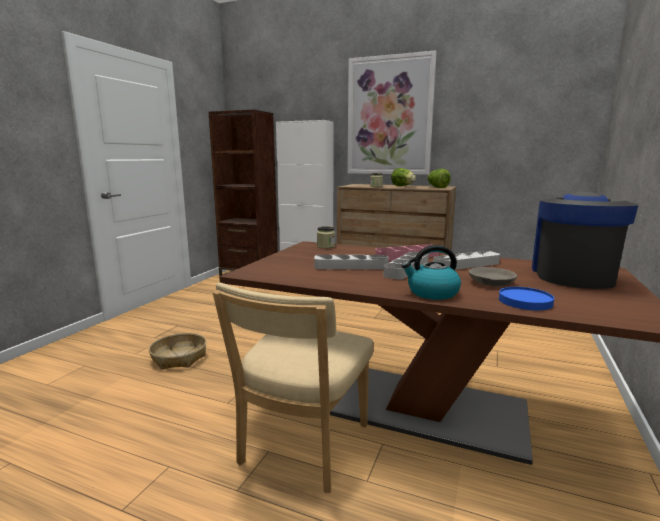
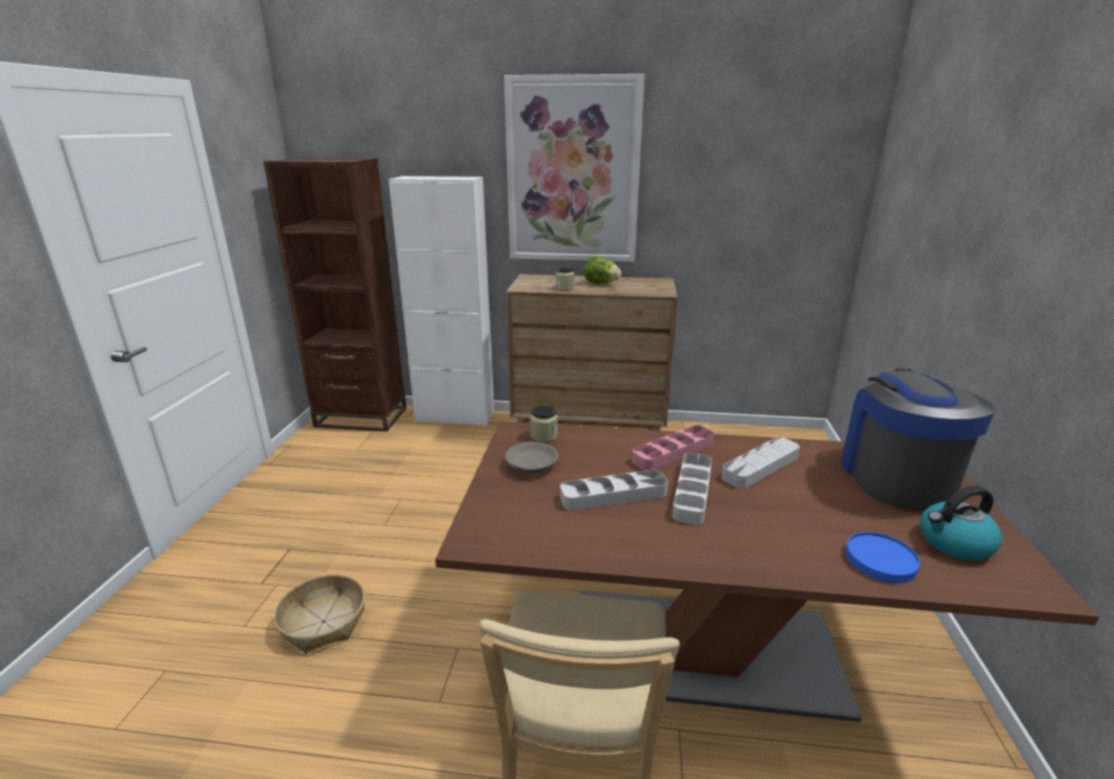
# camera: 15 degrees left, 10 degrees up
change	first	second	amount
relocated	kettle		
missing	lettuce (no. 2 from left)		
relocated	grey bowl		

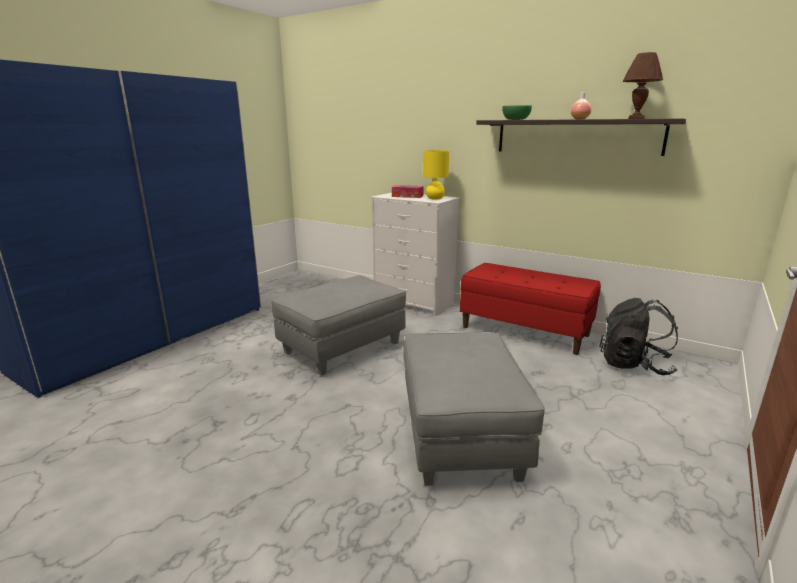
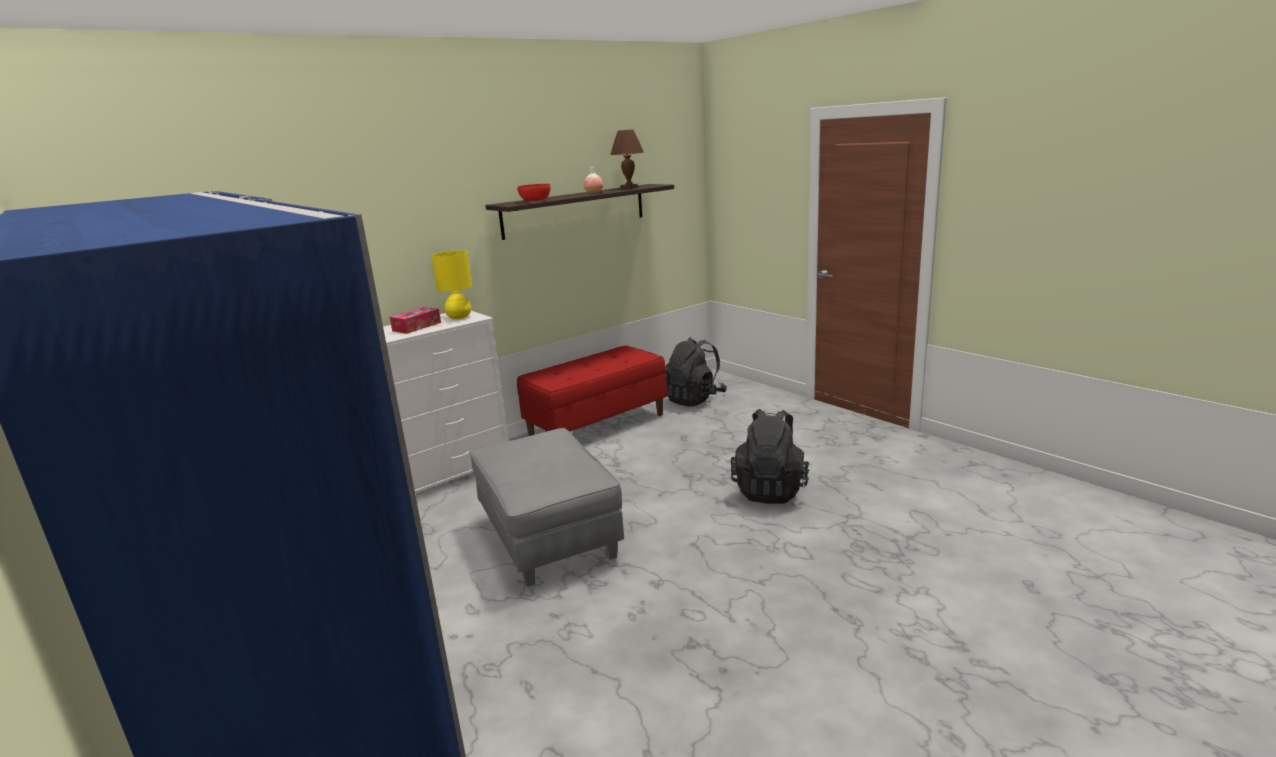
# camera: 70 degrees left, 0 degrees up
change	first	second	amount
exchanged	grey ottoman (no. 2 from left)	black backpack (no. 2 from left)	
colour	green bowl	red bowl	

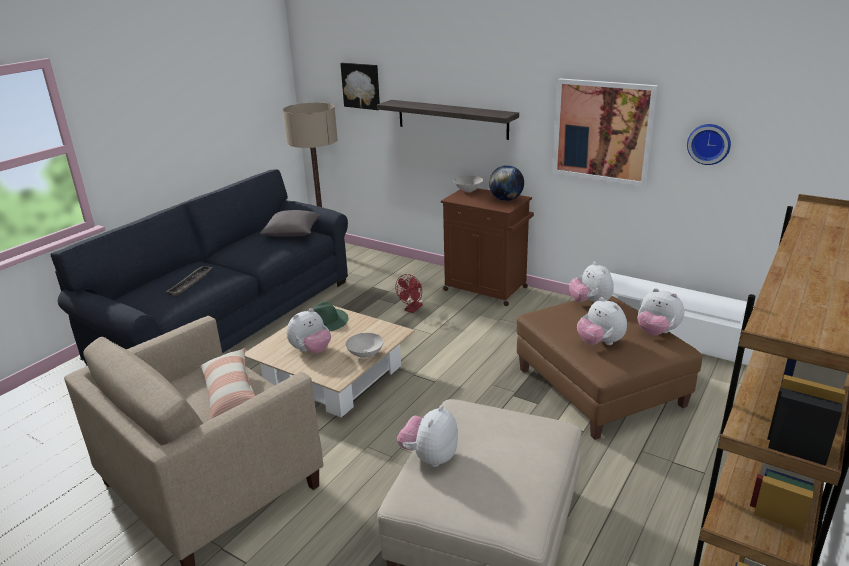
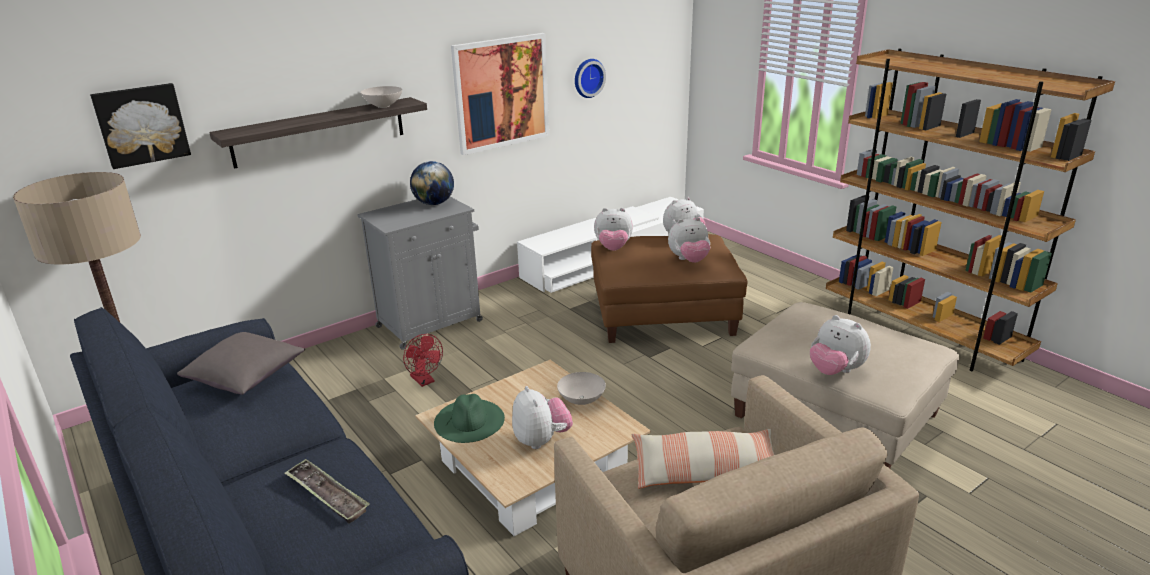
# camera: 70 degrees left, 0 degrees up
change	first	second	amount
colour	brown cabinet	grey cabinet	
relocated	white bowl (no. 2 from left in the first image)	white bowl (no. 1 from left)	

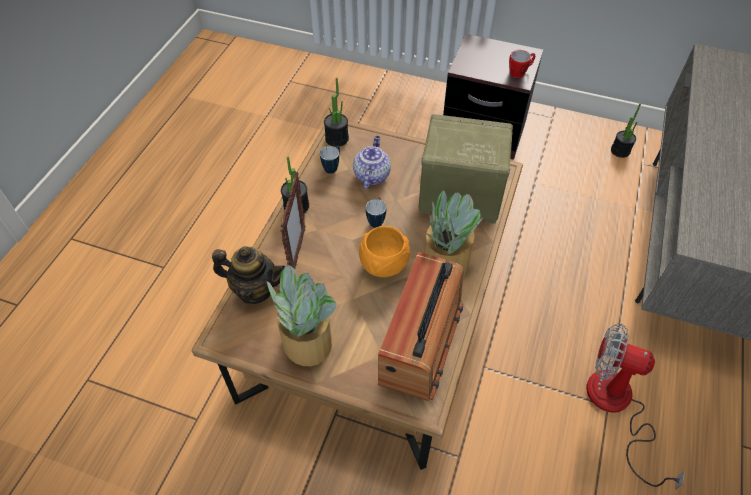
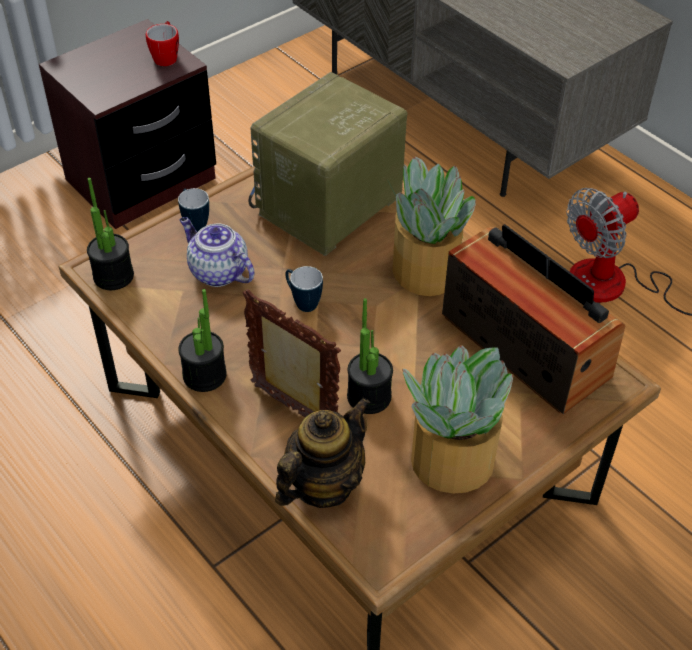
# camera: 60 degrees left, 5 degrees down
change	first	second	amount
relocated	mug (no. 1 from left in the first image)	mug (no. 2 from left)	
missing	orange bowl		
relocated	potted plant (no. 5 from left in the first image)	potted plant (no. 3 from left)	

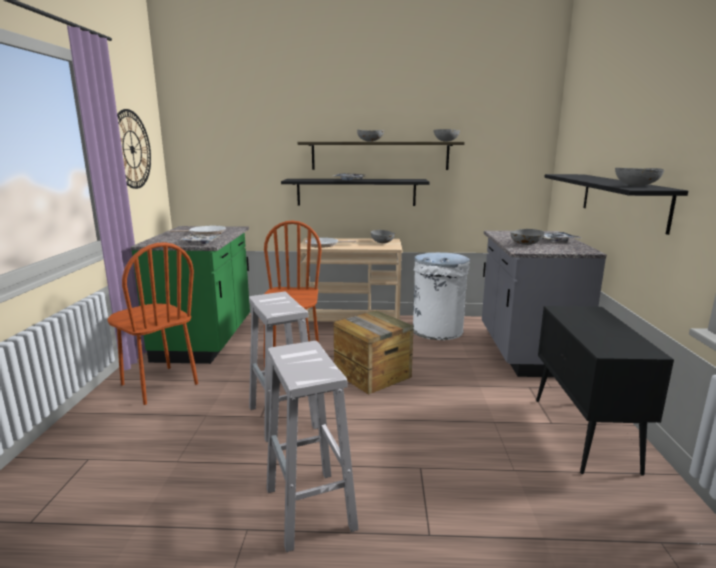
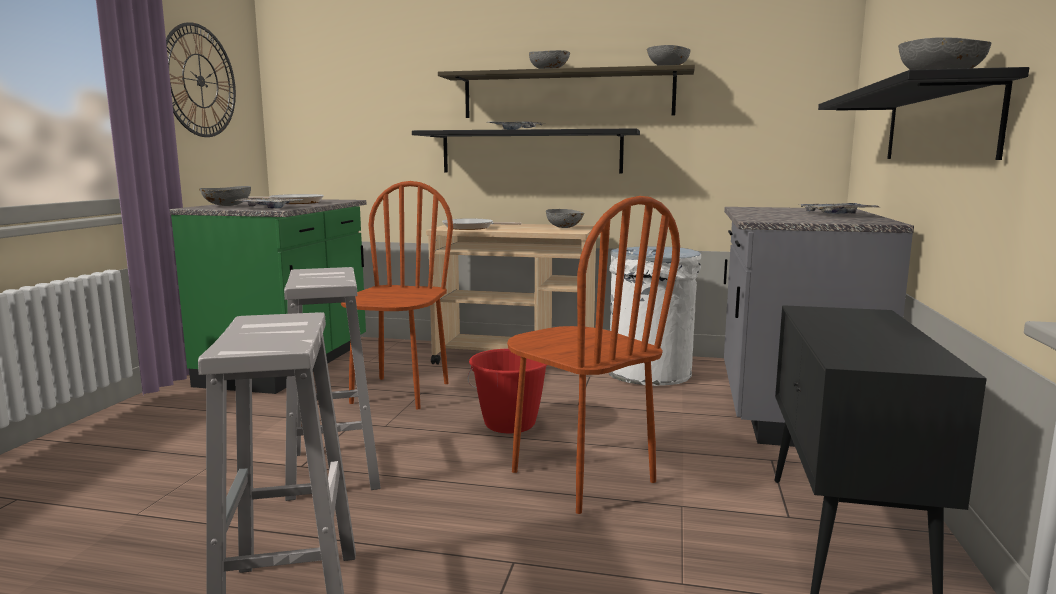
# camera: 10 degrees right, 5 degrees down
change	first	second	amount
relocated	brown chair (no. 1 from left in the first image)	brown chair (no. 2 from left)	
exchanged	crate	red bucket	
relocated	grey bowl (no. 4 from left in the first image)	grey bowl (no. 1 from left)	

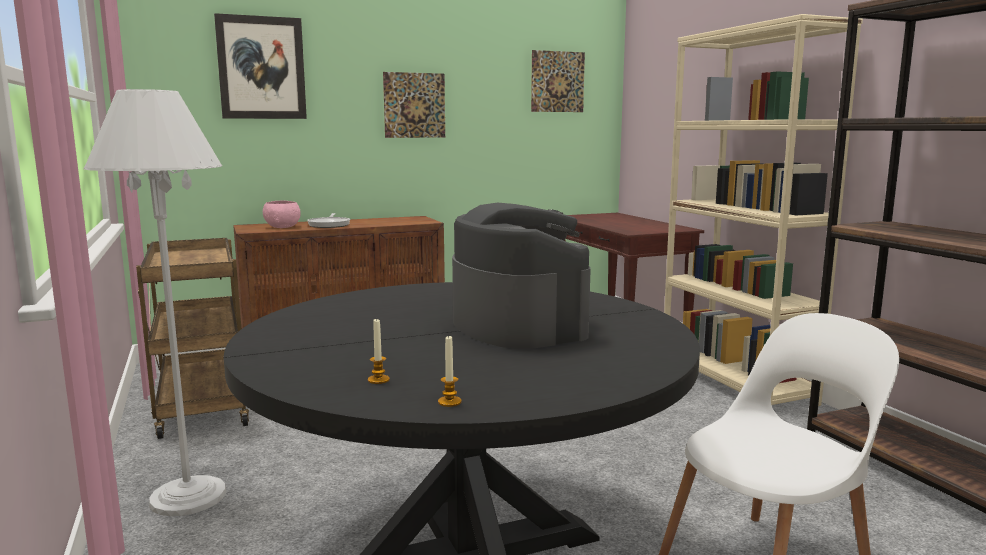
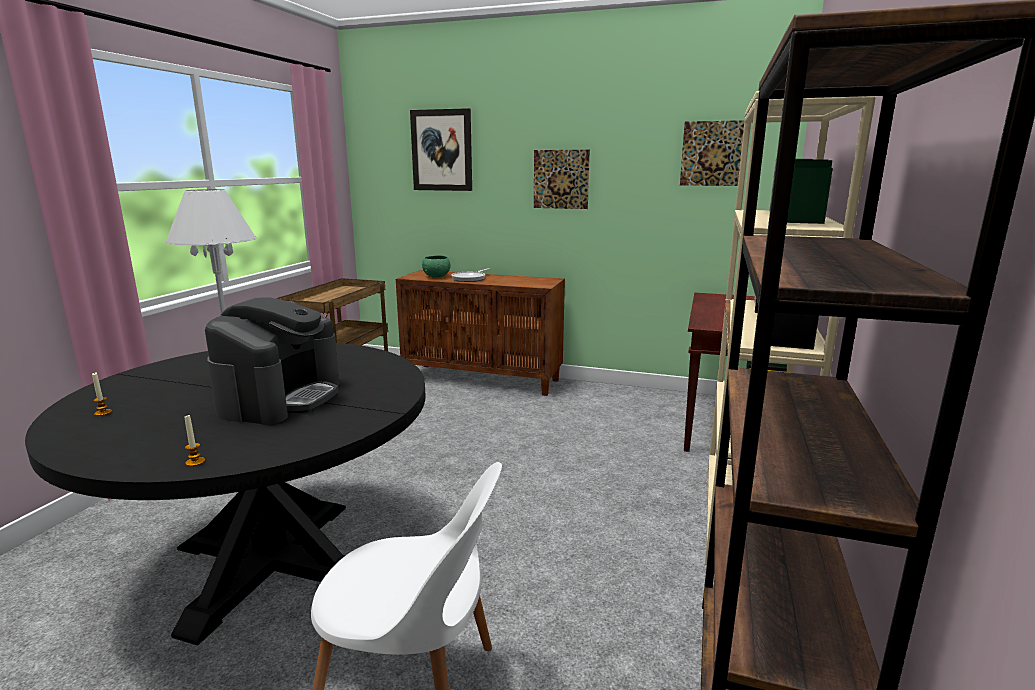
# camera: 40 degrees right, 5 degrees up
change	first	second	amount
colour	pink bowl	green bowl	
relocated	candle (no. 2 from left)		

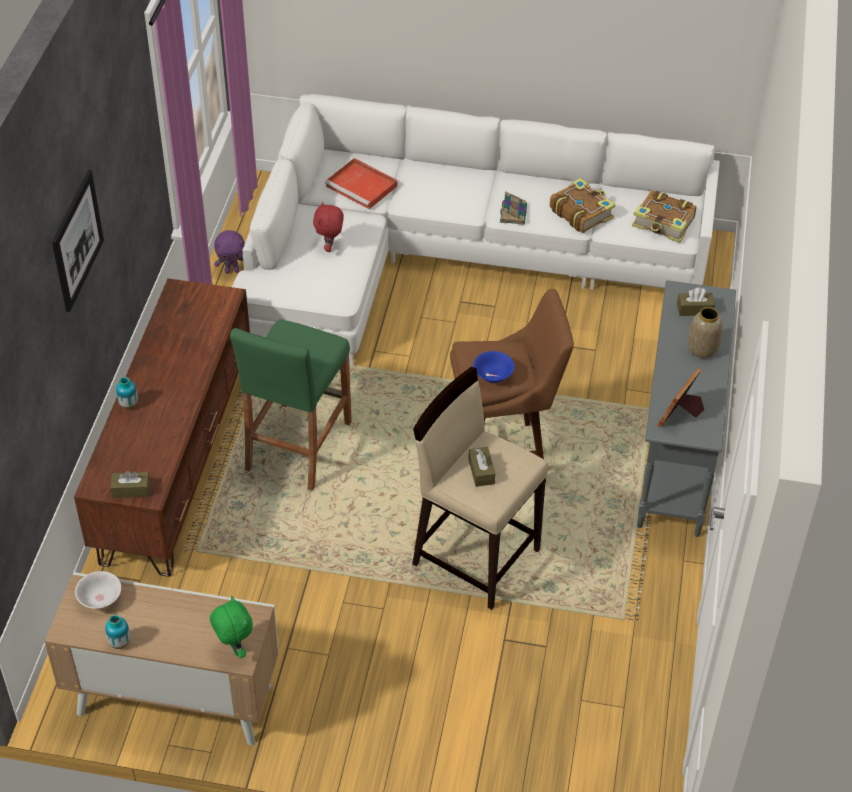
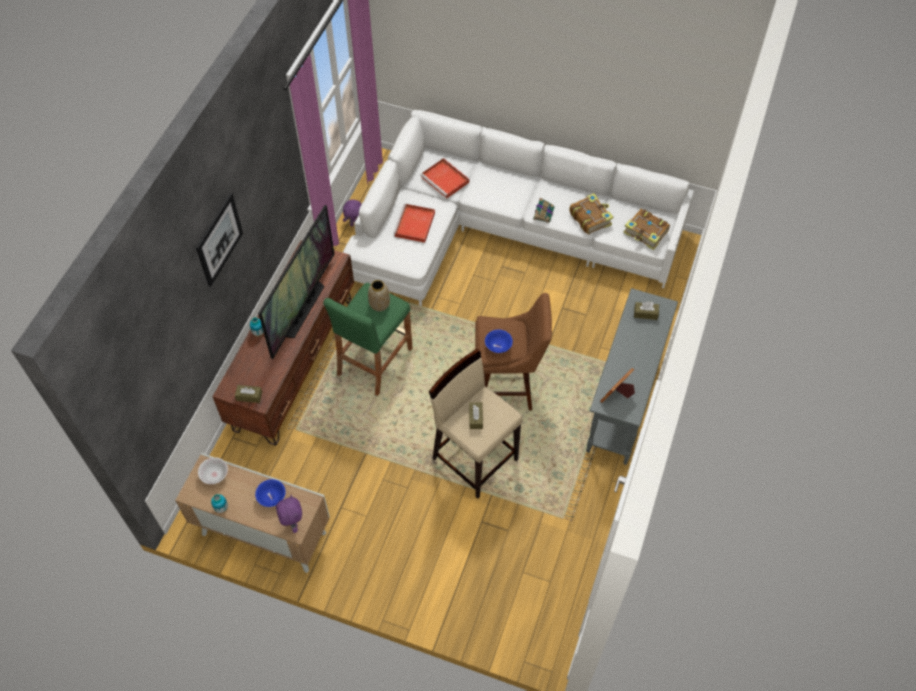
# camera: 10 degrees right, 10 degrees up
change	first	second	amount
colour	green plush toy	purple plush toy (no. 1 from left)	
exchanged	red plush toy	red tray (no. 1 from left)	
relocated	vase (no. 3 from left)		
appeared		blue bowl (no. 1 from left)	
appeared		television	

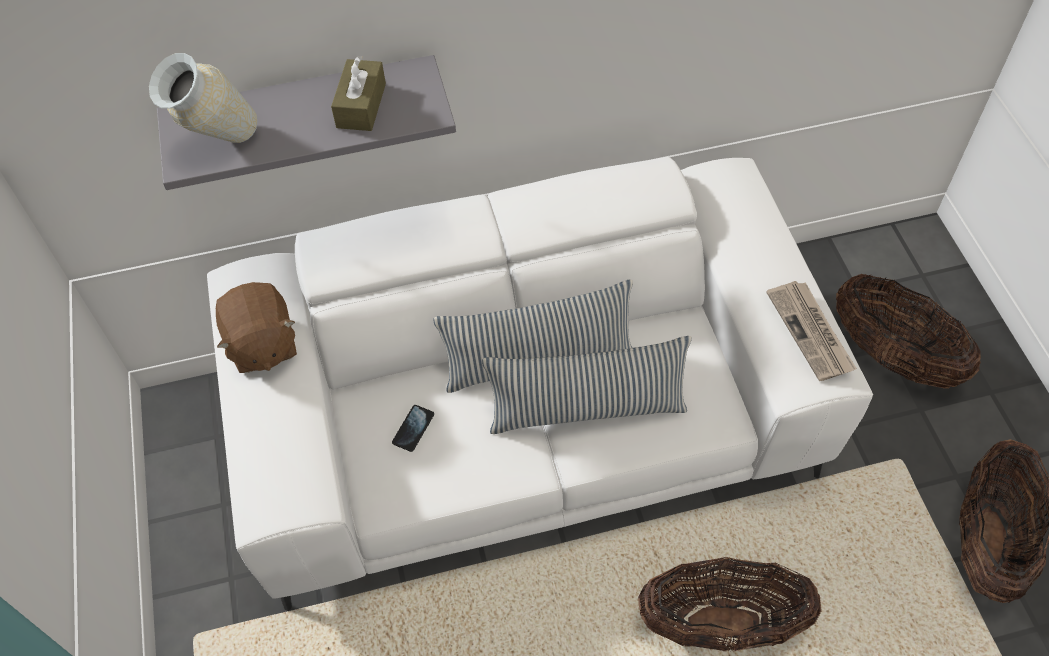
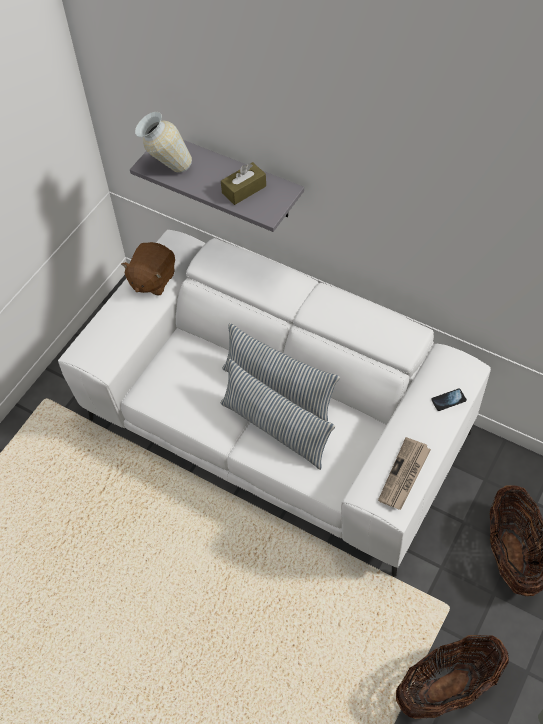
# camera: 45 degrees right, 0 degrees up
change	first	second	amount
relocated	phone		
missing	basket (no. 1 from left)		

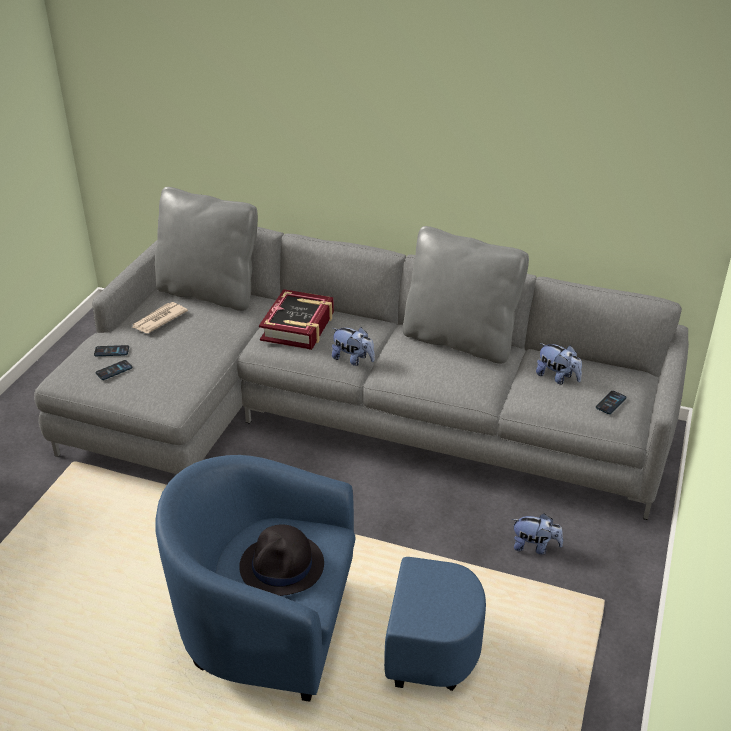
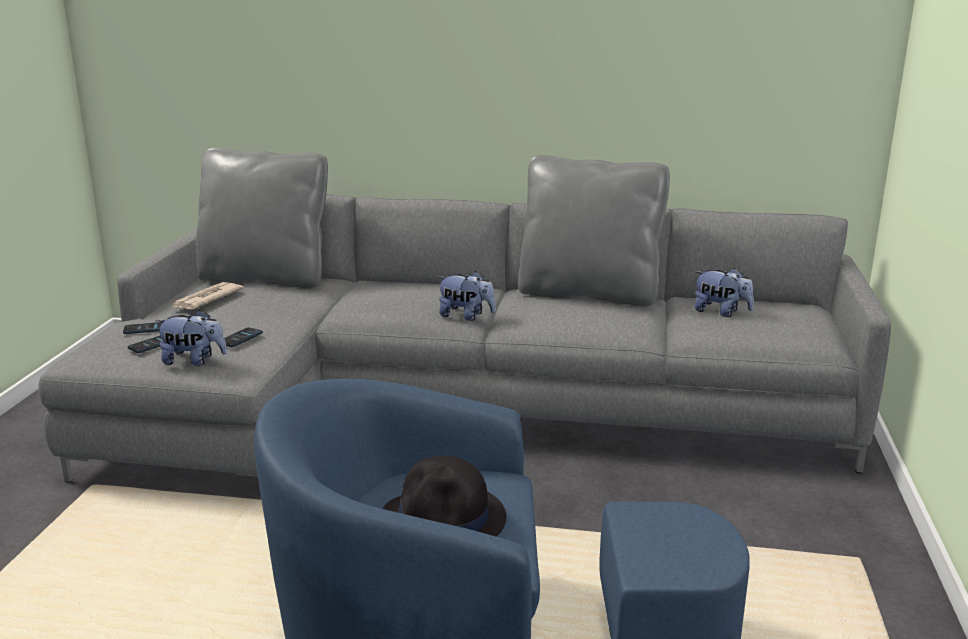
# camera: 10 degrees left, 15 degrees down
change	first	second	amount
missing	book		
relocated	plush toy (no. 2 from left in the first image)	plush toy (no. 1 from left)	
relocated	phone (no. 3 from left)		

